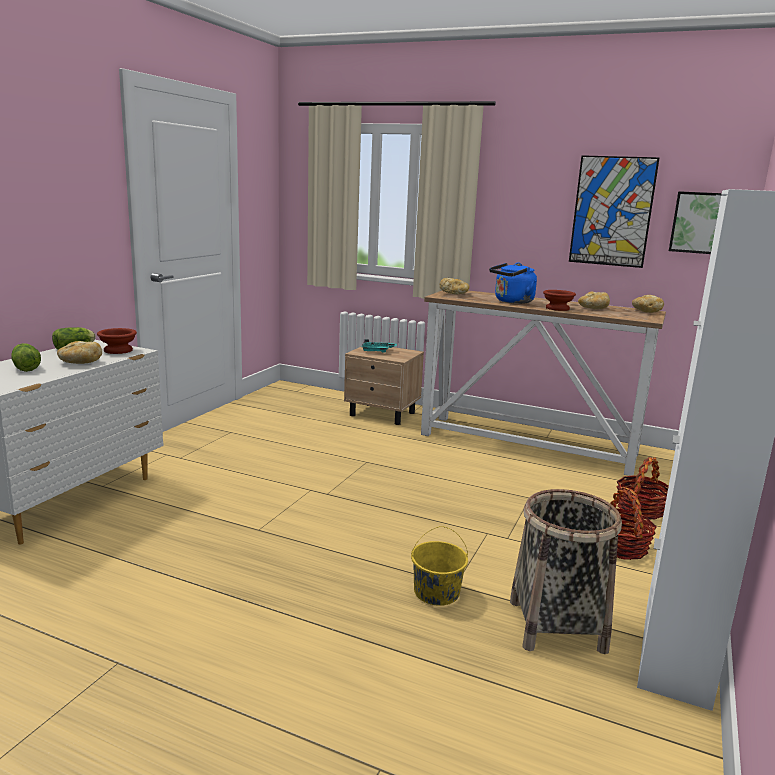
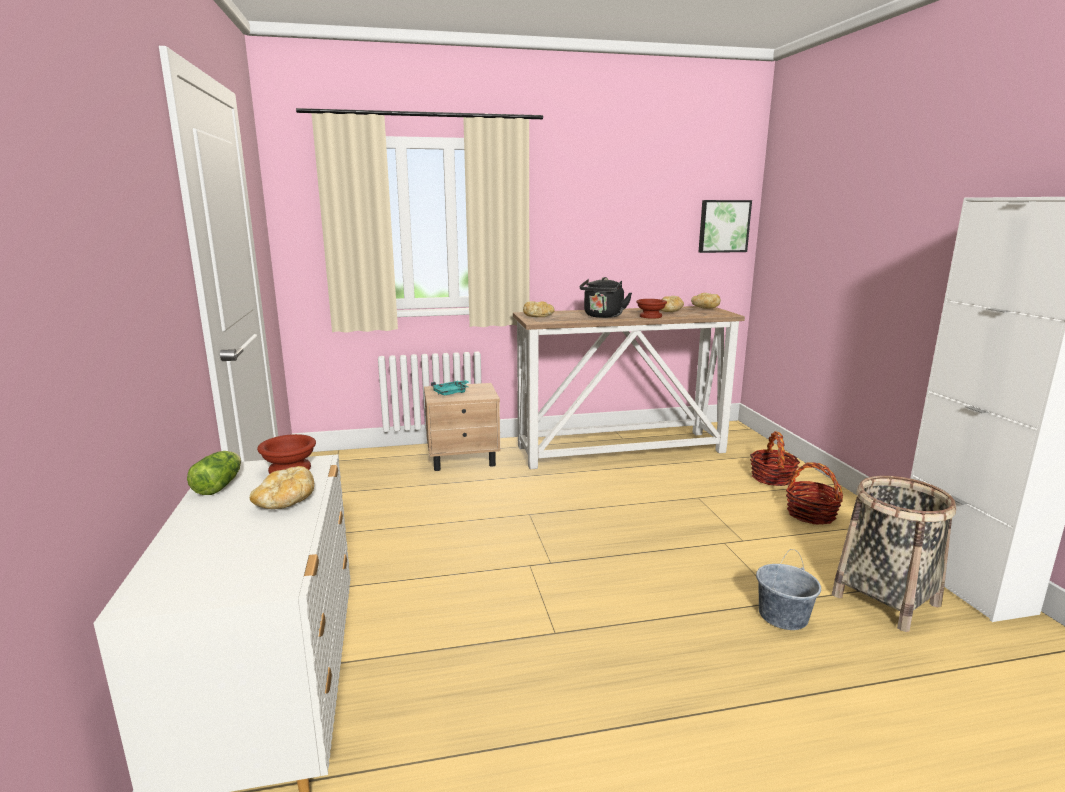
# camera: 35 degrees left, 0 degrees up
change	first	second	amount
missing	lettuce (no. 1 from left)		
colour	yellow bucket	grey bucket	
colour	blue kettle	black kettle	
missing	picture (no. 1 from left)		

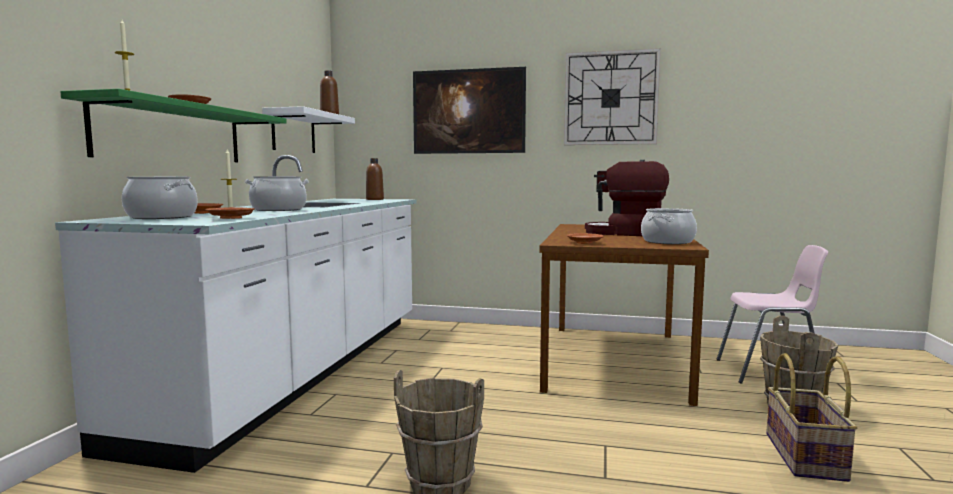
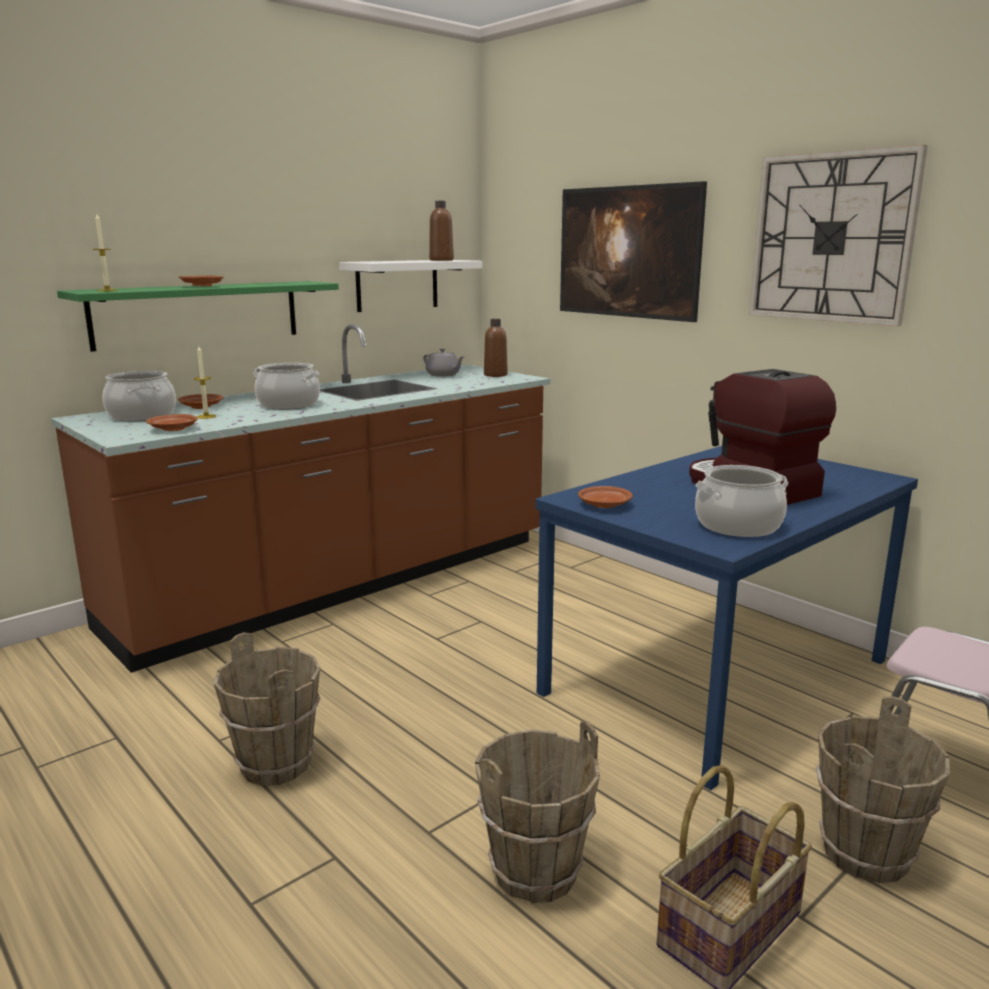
# camera: 35 degrees right, 10 degrees up
change	first	second	amount
colour	white counter	brown counter	
colour	brown dining table	blue dining table	
appeared		grey teapot	
appeared		brown bucket (no. 2 from left)	

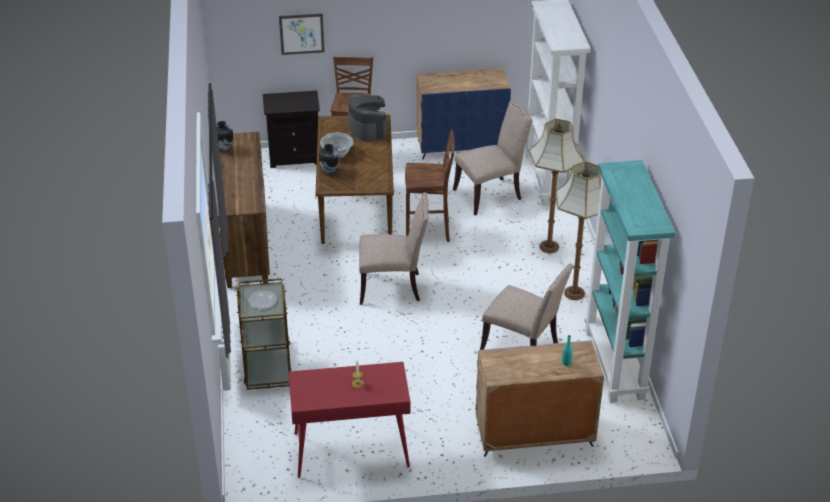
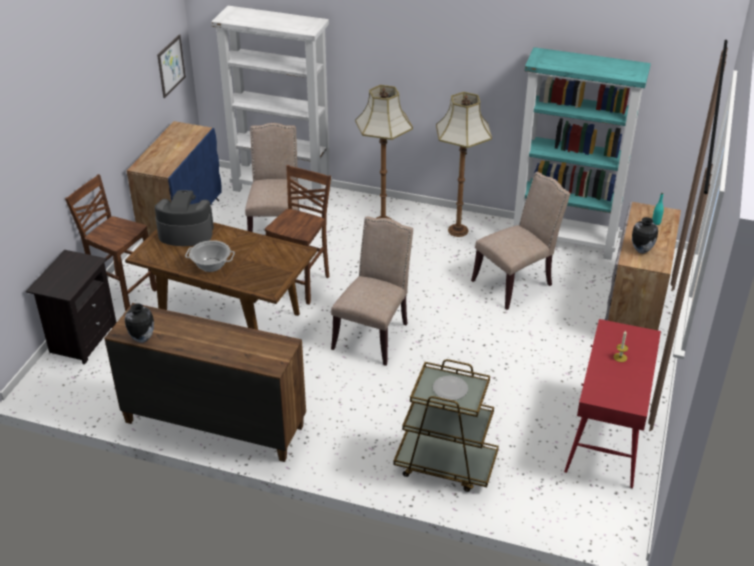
# camera: 65 degrees left, 0 degrees up
change	first	second	amount
relocated	picture		
relocated	vase (no. 2 from left)		

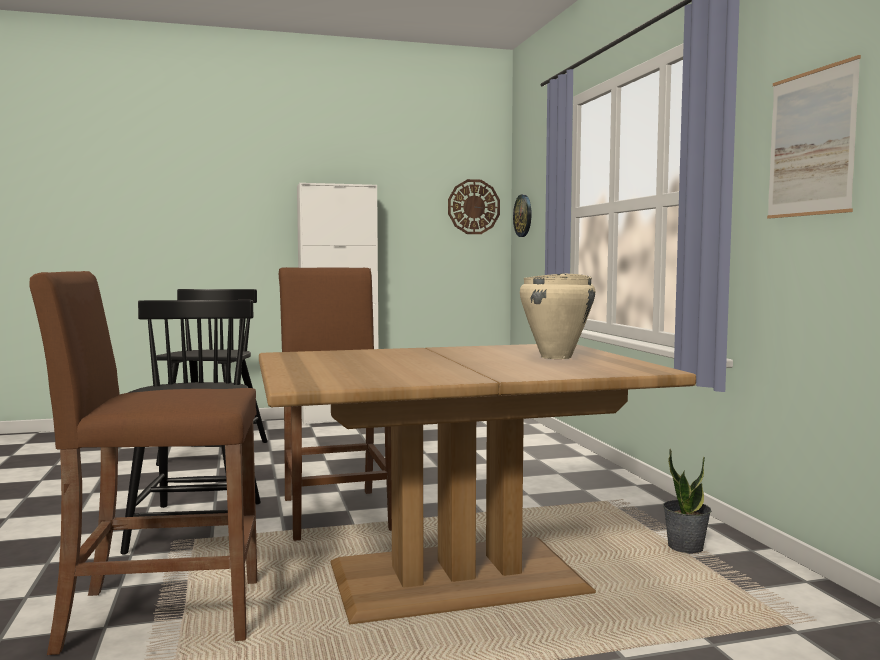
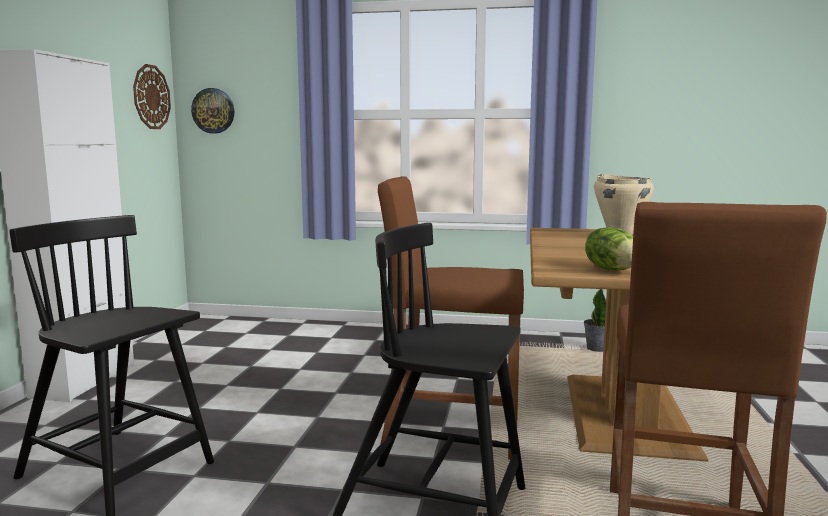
# camera: 65 degrees left, 5 degrees up
change	first	second	amount
missing	picture		
appeared		lettuce	

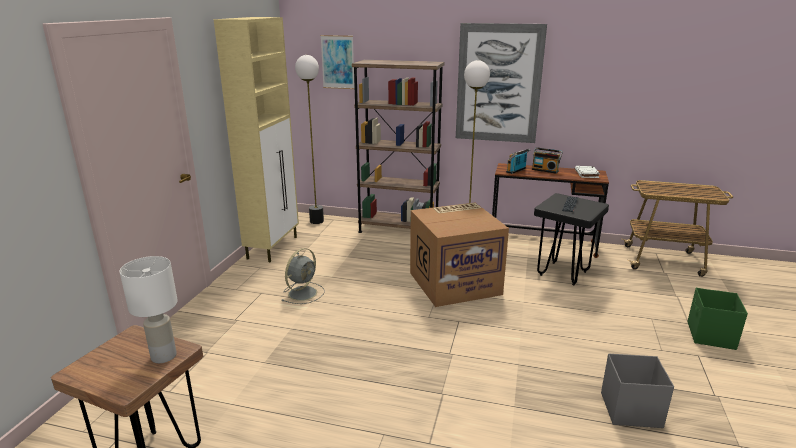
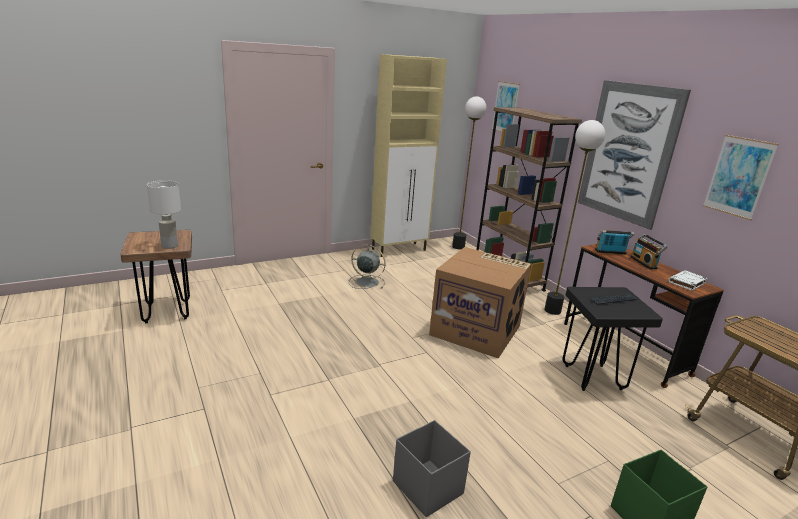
# camera: 45 degrees right, 0 degrees up
change	first	second	amount
spun	grey fan		150 degrees counterclockwise
appeared		picture (no. 3 from left)	

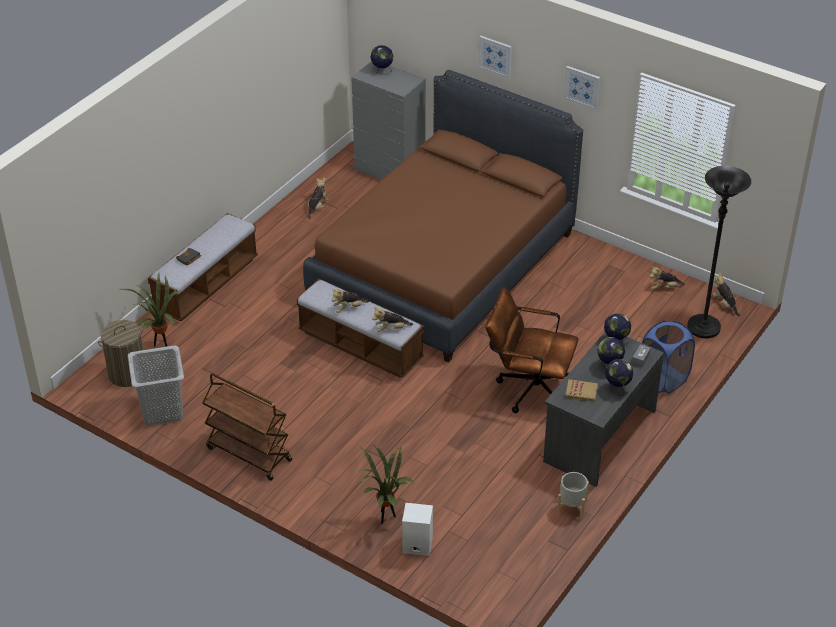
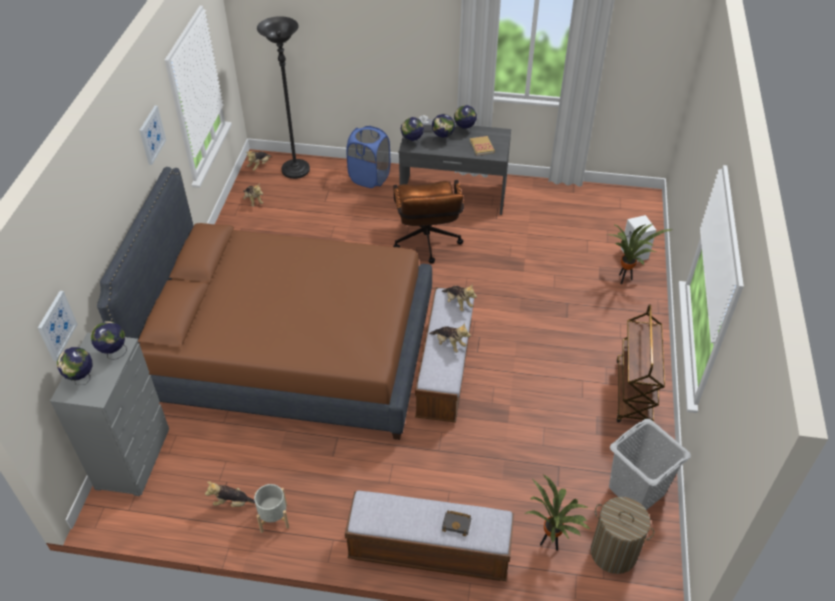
# camera: 115 degrees left, 5 degrees up
change	first	second	amount
relocated	picture (no. 1 from left)		
relocated	grey planter		
appeared		globe (no. 2 from left)	

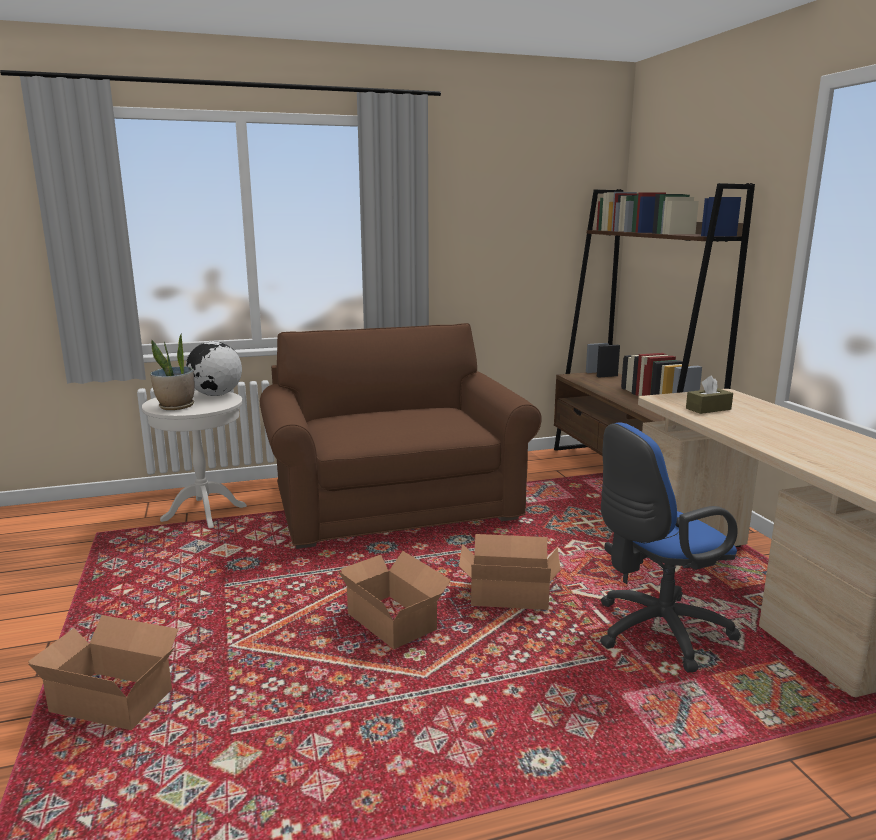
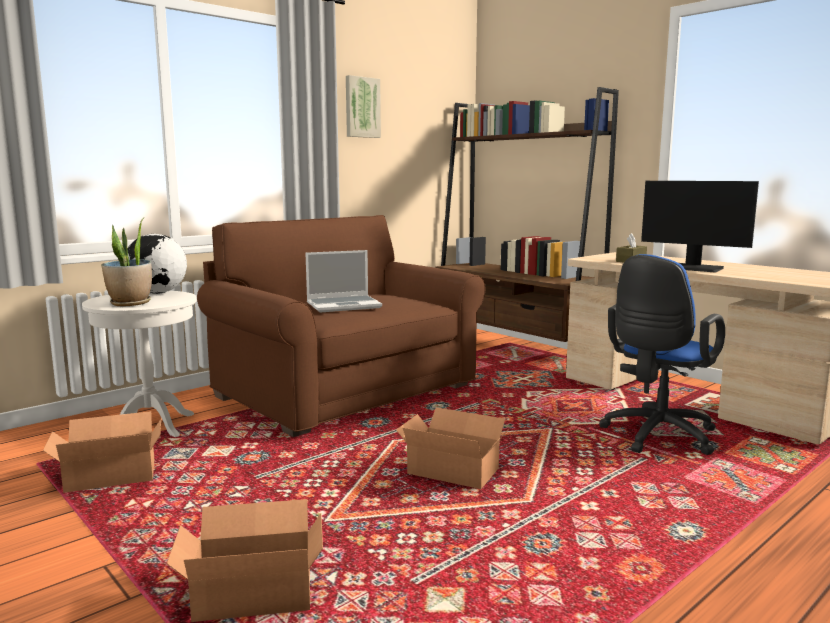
# camera: 25 degrees left, 5 degrees down
change	first	second	amount
relocated	cardboard box (no. 3 from left in the first image)	cardboard box (no. 1 from left)	
appeared		laptop	
appeared		picture	
appeared		monitor	

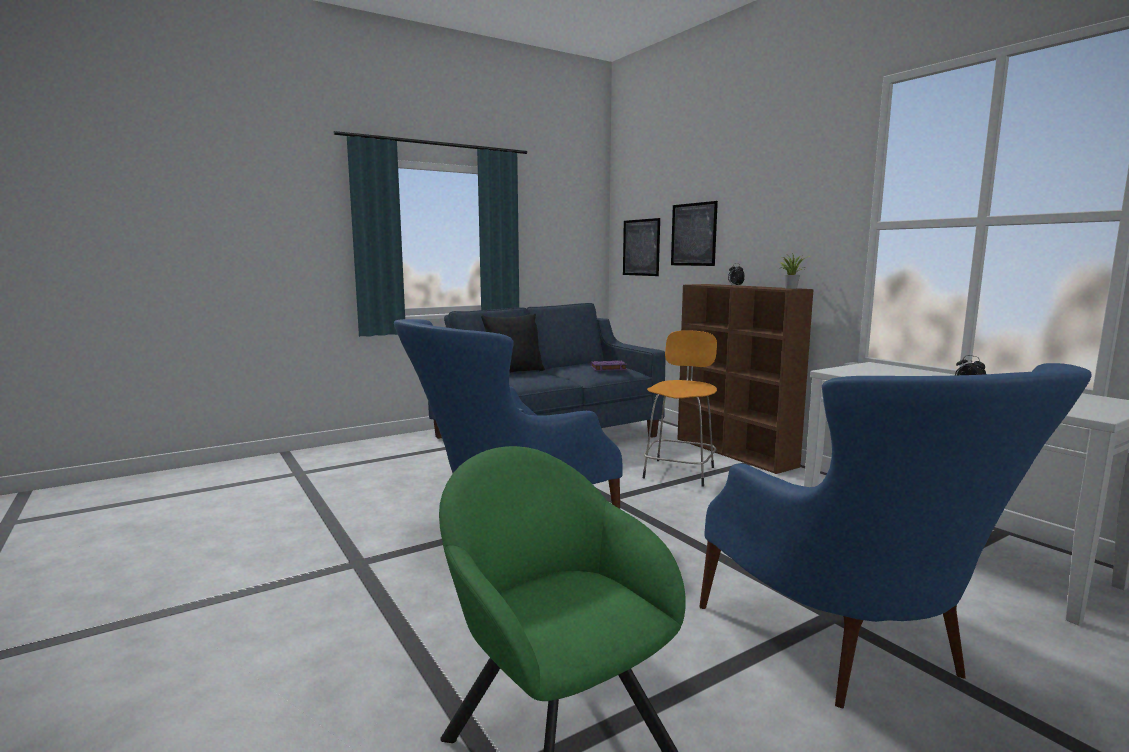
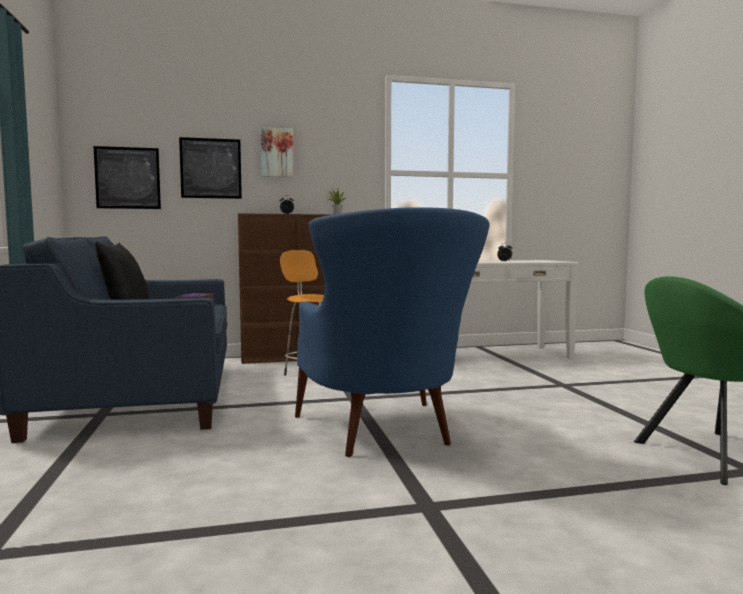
# camera: 70 degrees left, 5 degrees down
change	first	second	amount
missing	blue armchair (no. 2 from left)		
appeared		picture (no. 3 from left)	

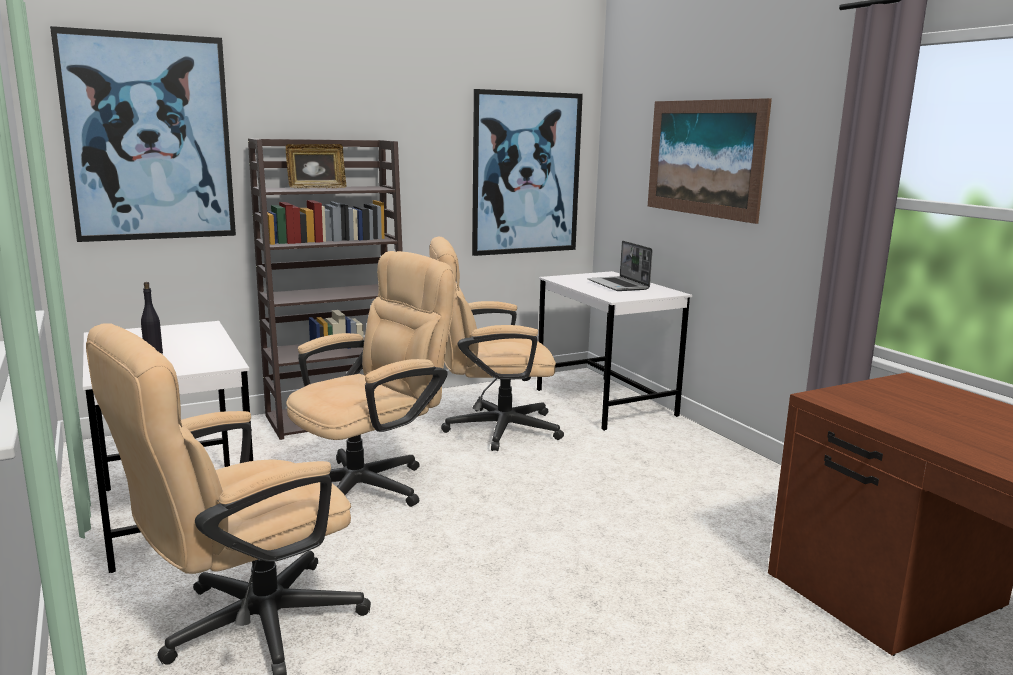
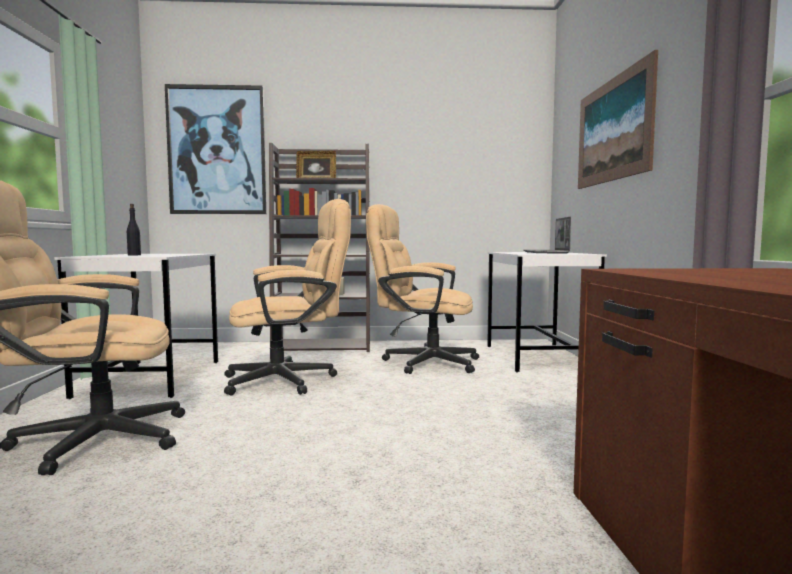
# camera: 25 degrees right, 10 degrees down
change	first	second	amount
missing	picture (no. 2 from left)		

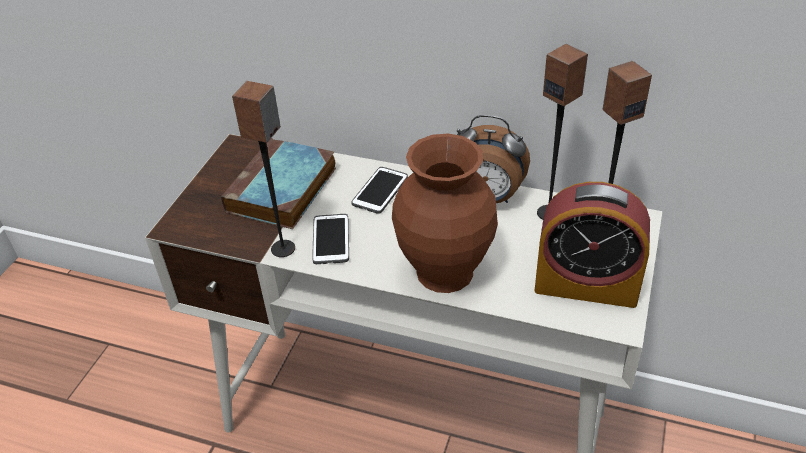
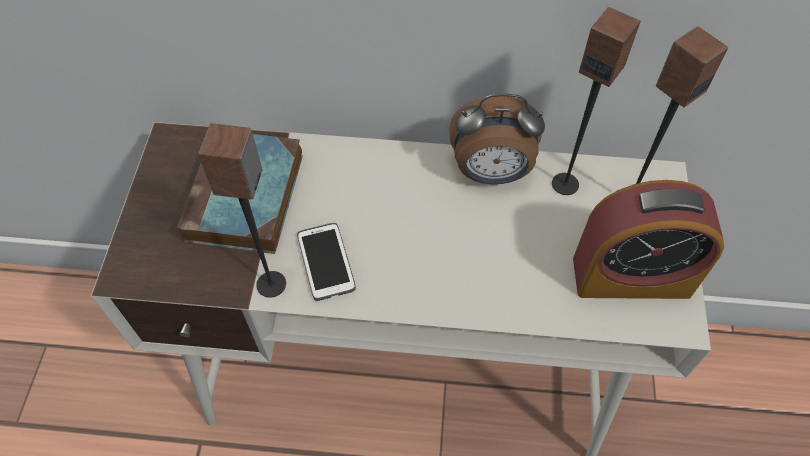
# camera: 15 degrees left, 15 degrees up
change	first	second	amount
missing	phone (no. 2 from left)		
missing	brown vase		

